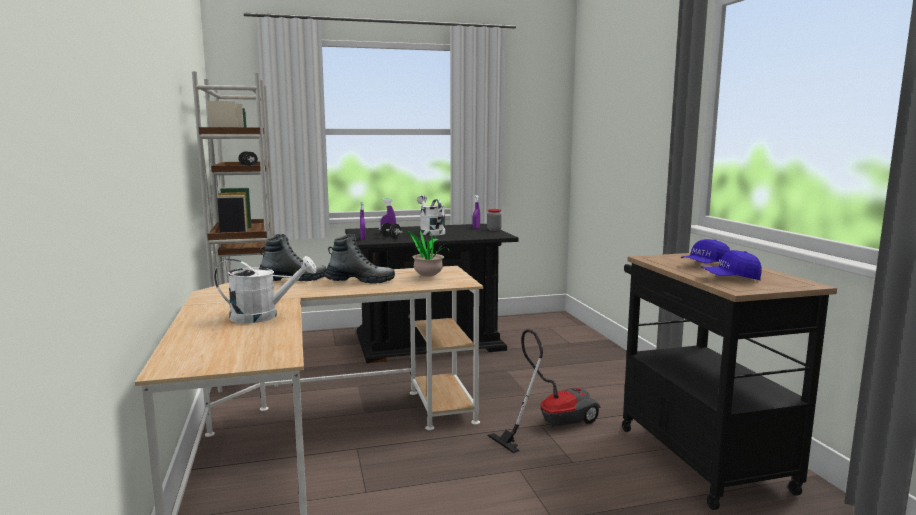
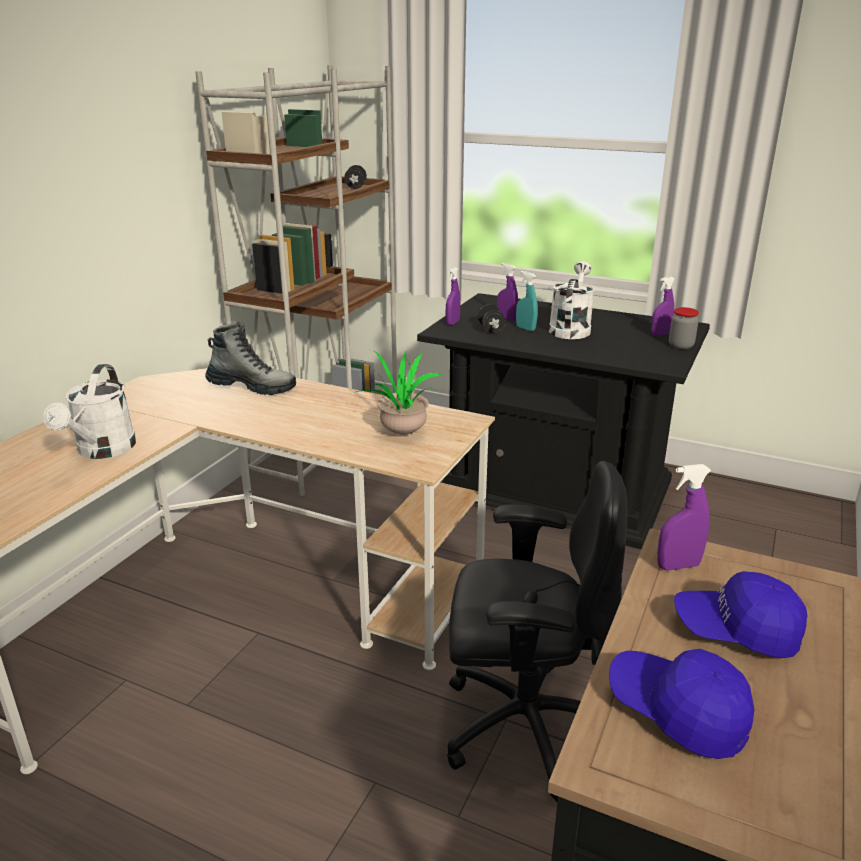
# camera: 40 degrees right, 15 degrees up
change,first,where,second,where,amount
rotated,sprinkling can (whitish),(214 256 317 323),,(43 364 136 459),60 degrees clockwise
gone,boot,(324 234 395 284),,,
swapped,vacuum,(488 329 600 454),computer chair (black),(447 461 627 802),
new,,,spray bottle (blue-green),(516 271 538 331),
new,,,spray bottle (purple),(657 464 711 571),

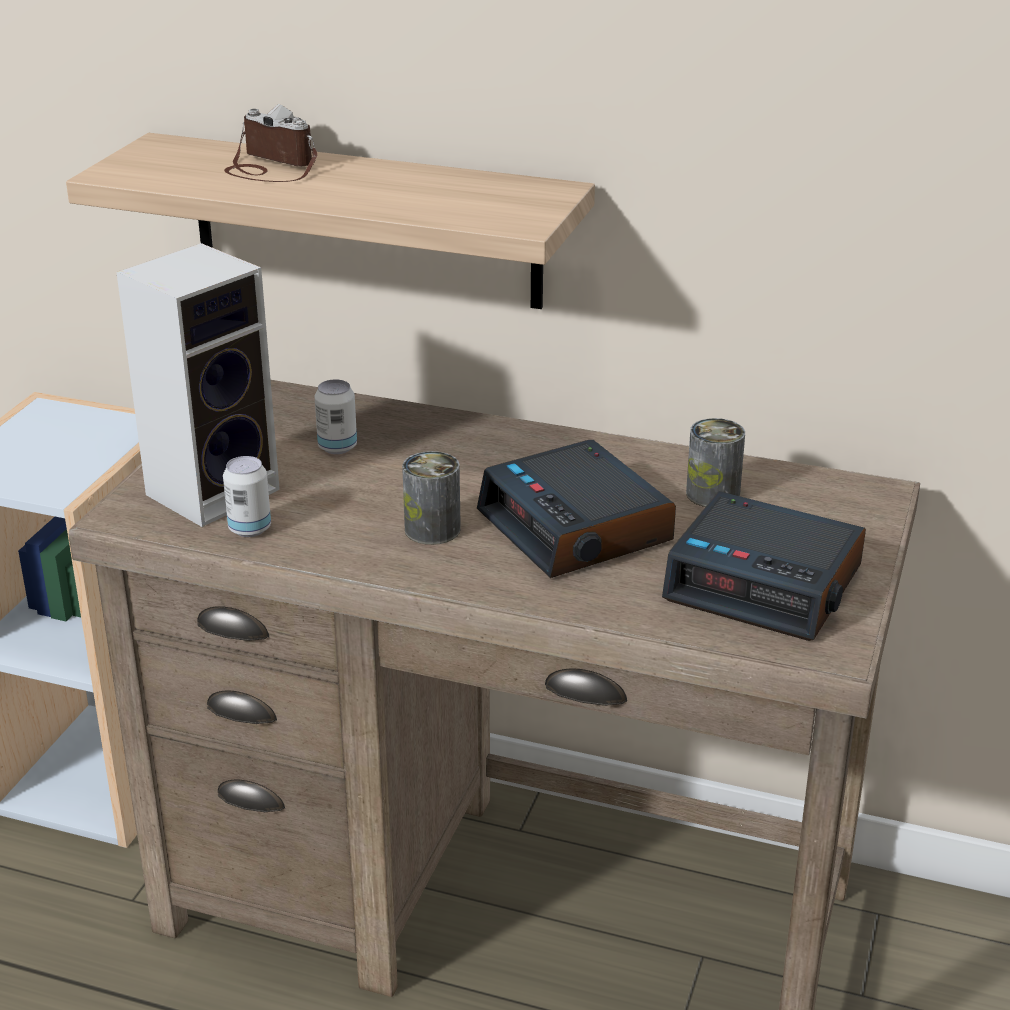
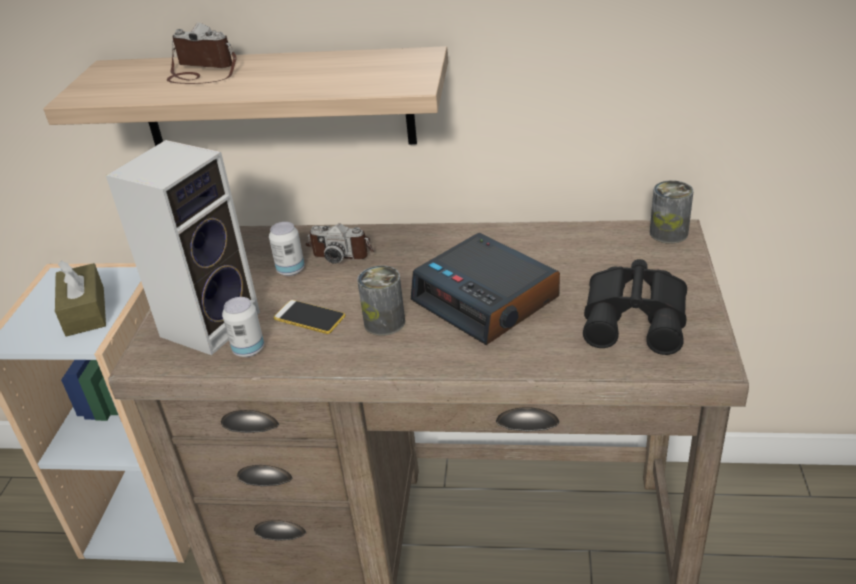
# camera: 10 degrees left, 5 degrees up
change,first,where,second,where,amount
swapped,bedside clock,(662 491 866 641),field glasses (black),(583 259 687 355),
shifted,metal can,(686 418 745 507),,(650 180 694 244),
new,,,box of tissues (brown-coloured),(55 260 106 337),
new,,,handset,(274 300 345 334),
new,,,photo camera,(305 224 374 264),

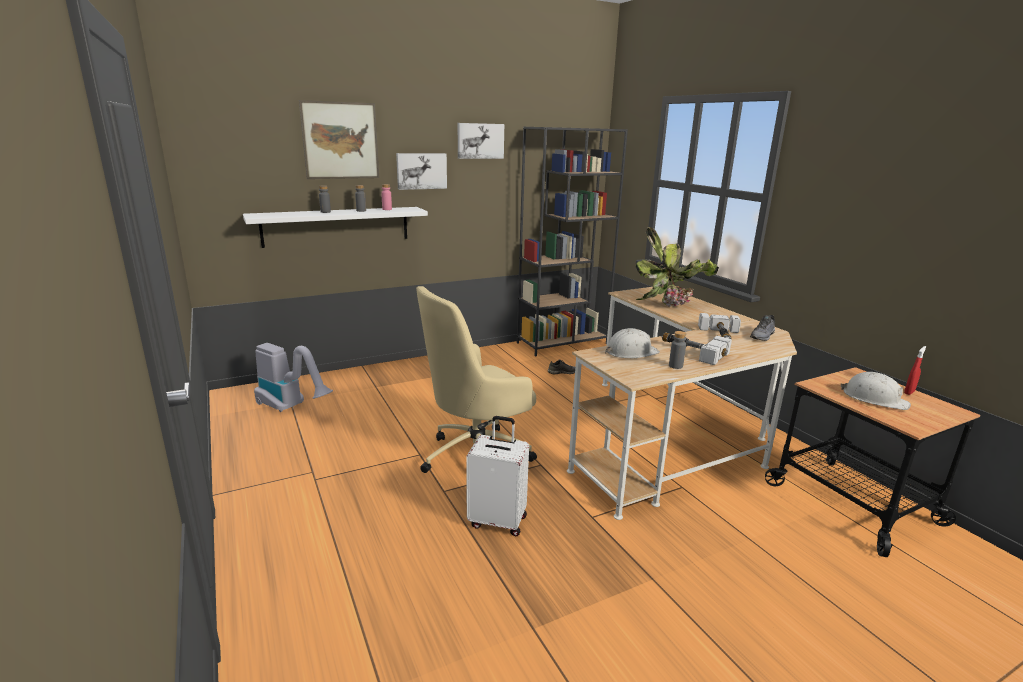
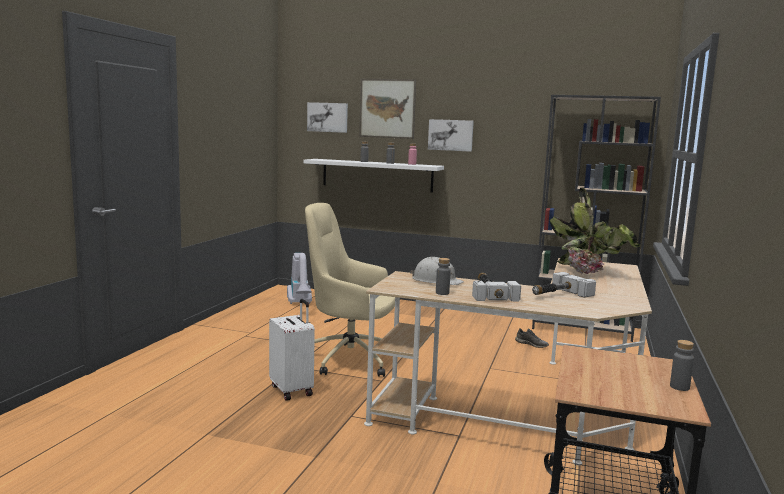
# camera: 45 degrees right, 10 degrees down
change,first,where,second,where,amount
shifted,wall art,(458 123 504 159),,(307 102 348 133),
gone,low shoe (gray),(750 315 775 341),,,
gone,safety helmet (whitish),(841 372 911 410),,,
swapped,spray bottle (red-coloured),(904 346 926 395),drink bottle (gray),(670 340 694 391),

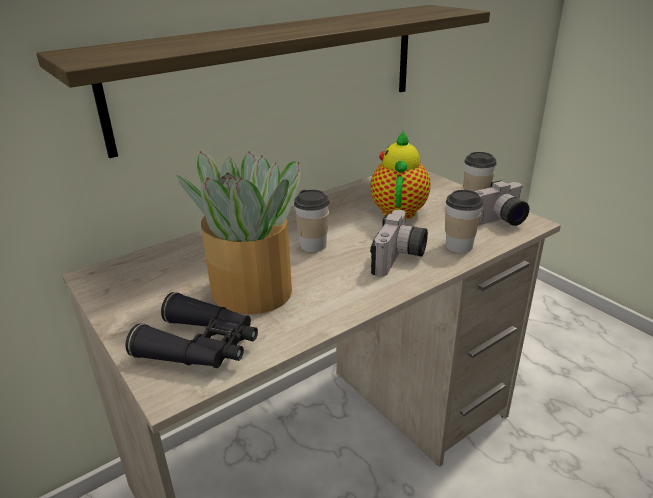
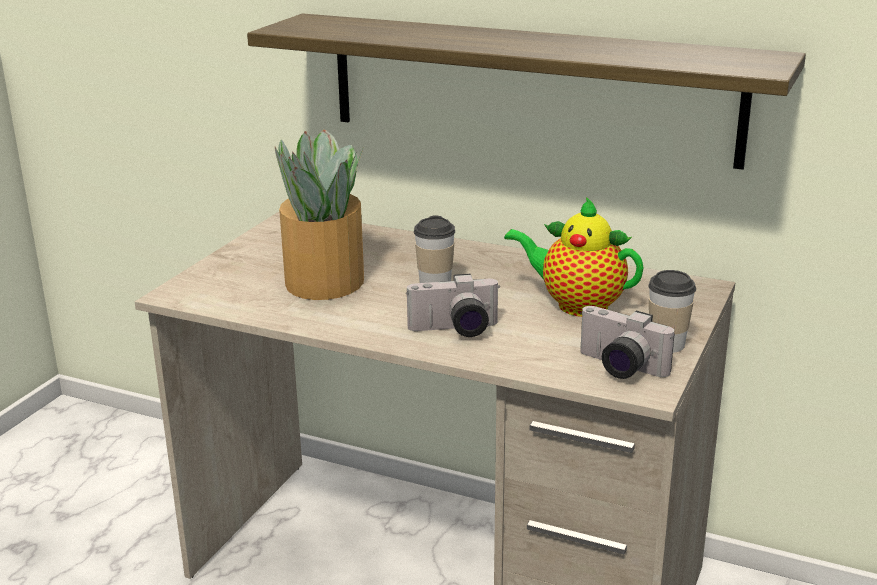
# camera: 60 degrees right, 5 degrees down
change,first,where,second,where,amount
gone,field glasses (black),(125 292 258 368),,,
rotated,tea pot,(370 130 431 219),,(504 197 644 317),135 degrees counterclockwise
gone,cup,(445 190 483 253),,,

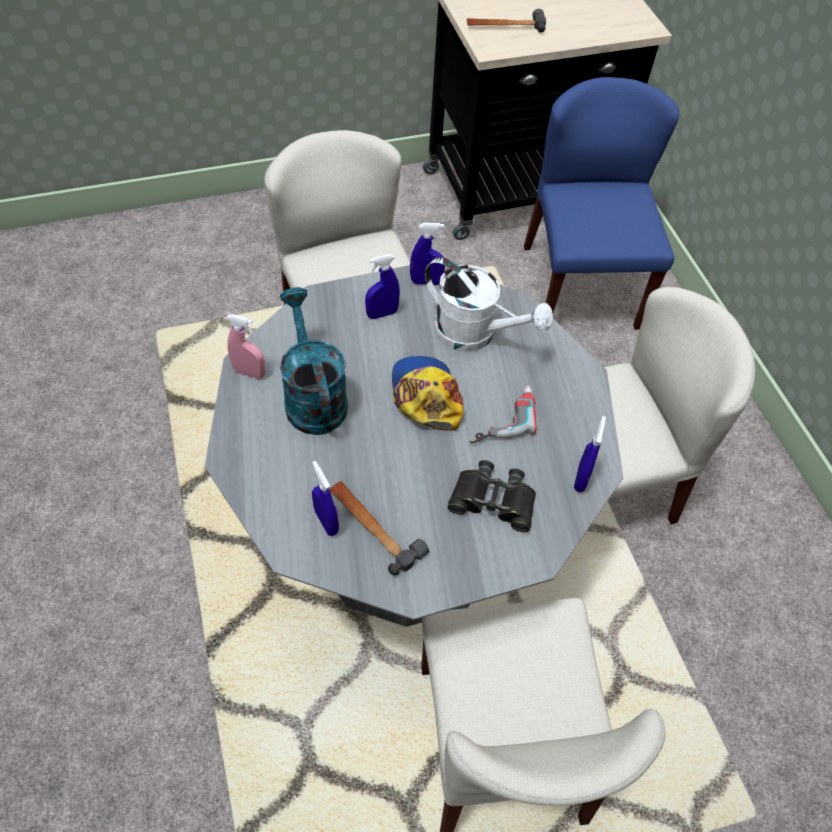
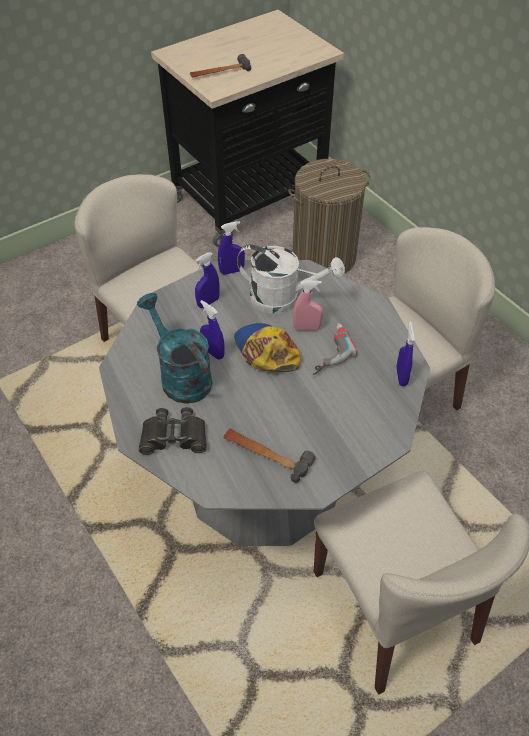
# camera: 15 degrees left, 5 degrees down
change,first,where,second,where,amount
shifted,spray bottle (pink),(227 314 266 379),,(293 280 323 331),
shifted,spray bottle (blue-coloured),(312 461 339 536),,(200 300 225 360),
shifted,field glasses (black),(447 460 536 532),,(139 407 207 455),
swapped,chair (blue-coloured),(524 77 680 329),washing basket,(288 159 371 273),

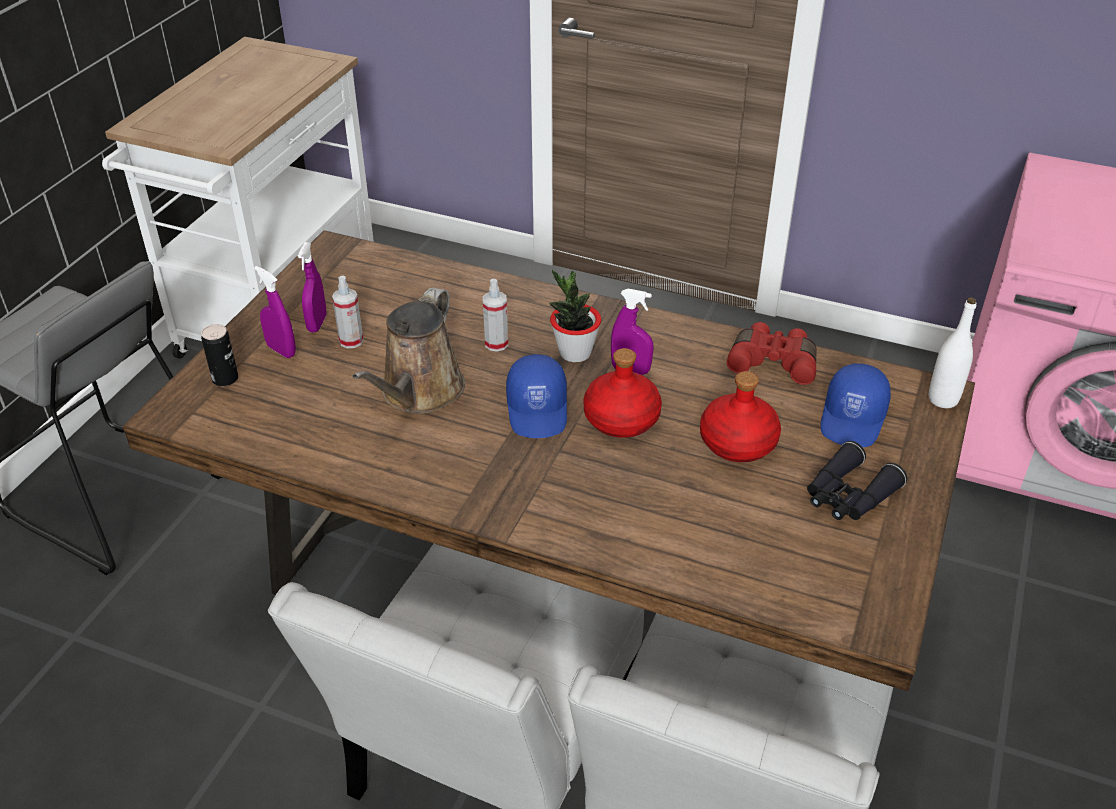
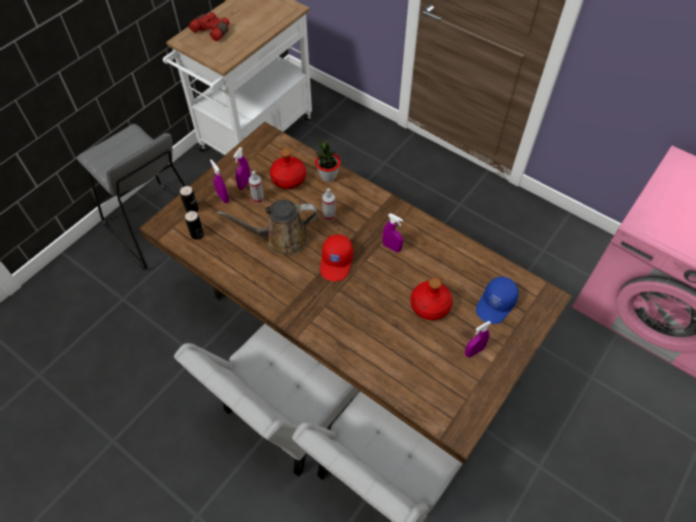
# camera: 15 degrees right, 15 degrees up
change,first,where,second,where,amount
rotated,sprinkling can (brown-coloured),(352 287 465 414),,(217 200 317 255),45 degrees clockwise
repainted,baseball cap (blue-coloured),(506 354 567 438),baseball cap (red-coloured),(320 234 353 281),
shifted,houseplant,(549 269 601 363),,(315 138 341 182),
shifted,drink bottle (red-coloured),(583 348 662 438),,(270 149 306 189),
shifted,field glasses (red-coloured),(727 322 816 385),,(188 12 229 42),
swapped,field glasses (black),(807 441 907 520),spray bottle (purple),(465 321 491 358),
gone,drink bottle (whitish),(929 297 976 408),,,
new,,,metal can,(185 211 204 240),

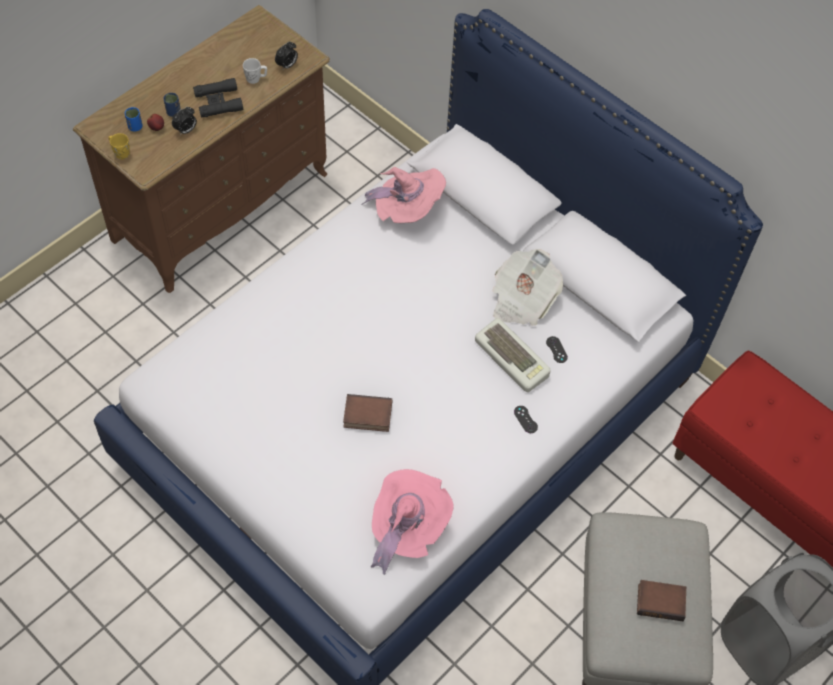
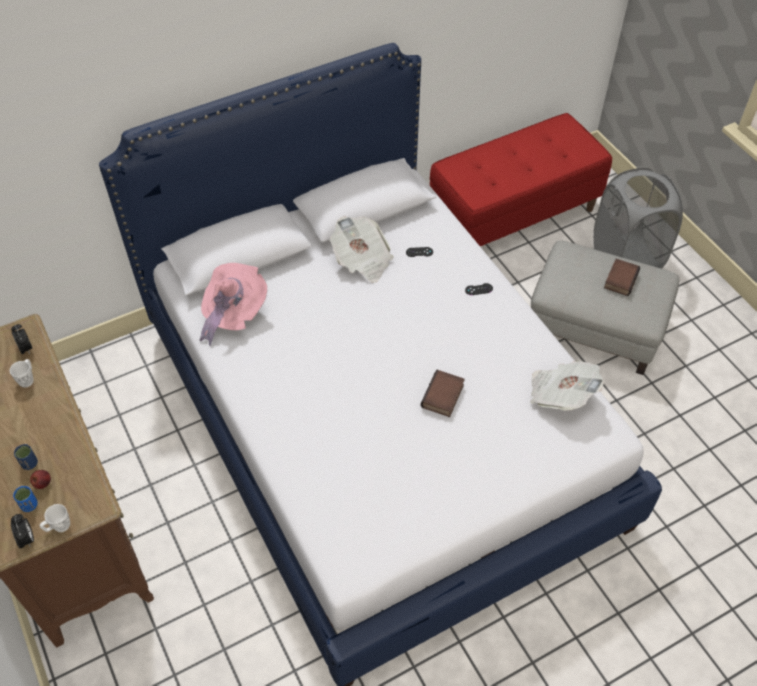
# camera: 70 degrees left, 5 degrees down
change,first,where,second,where,amount
repainted,tea mug (yellow),(108 133 130 160),tea mug (whitish),(40 504 70 532),
shifted,bedside clock,(172 107 197 135),,(11 514 34 548),
gone,field glasses (black),(193 78 243 118),,,
swapped,hat (pink),(370 469 453 575),newspaper,(531 360 604 411),
gone,keyboard,(475 318 551 392),,,

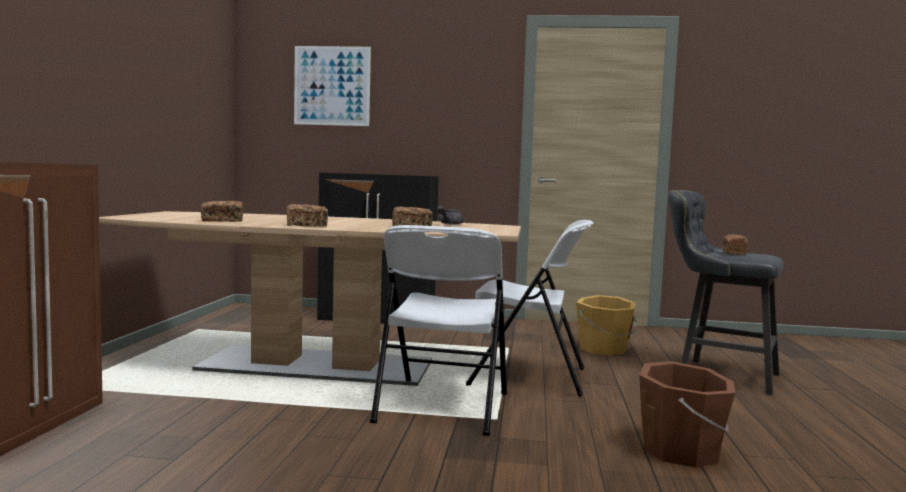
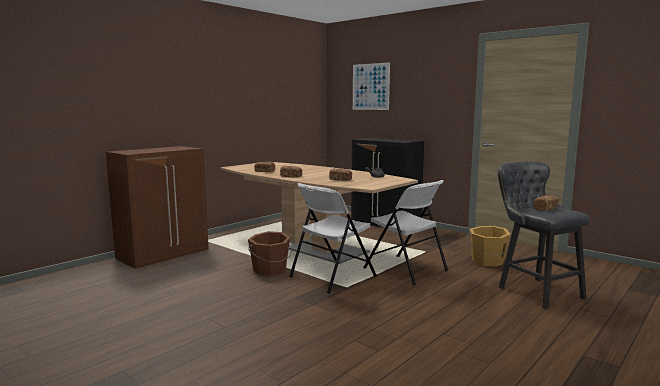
# camera: 35 degrees right, 5 degrees up
change,first,where,second,where,amount
shifted,bucket (brown-coloured),(639 361 735 467),,(248 231 292 276),

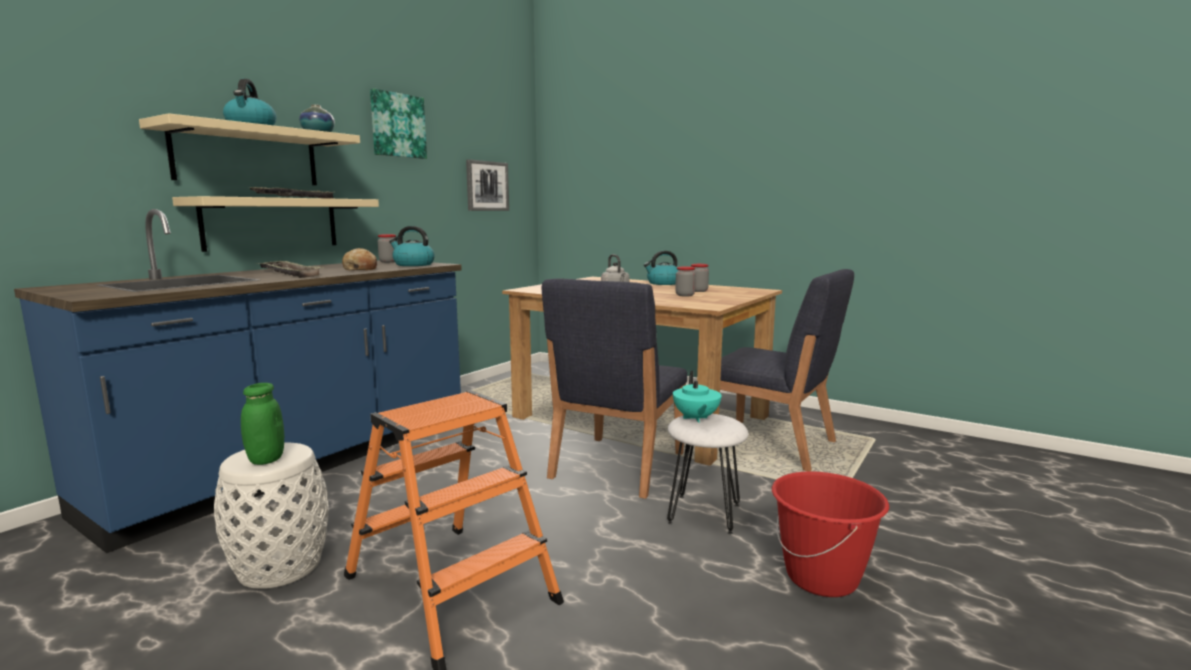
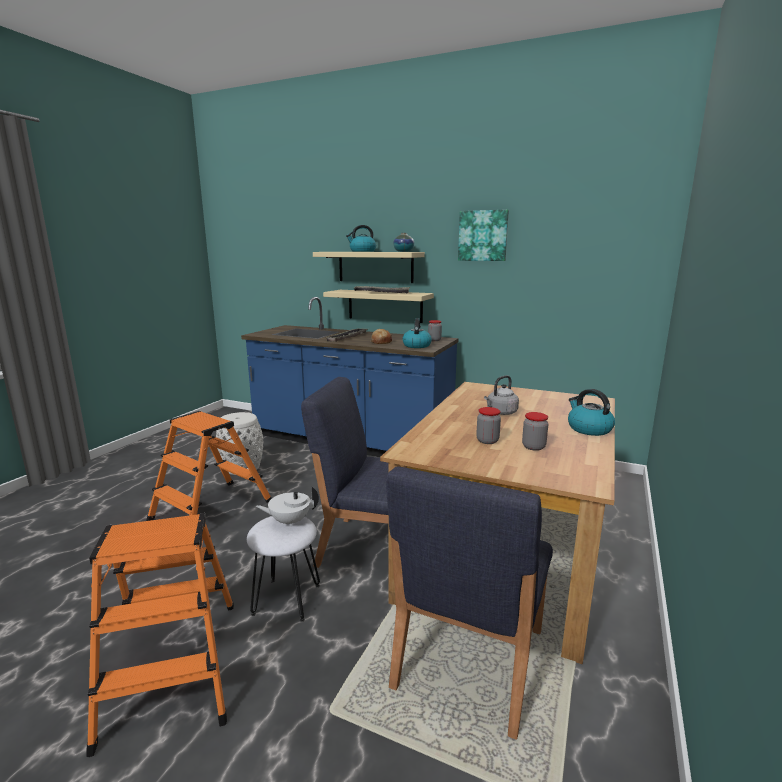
# camera: 80 degrees right, 5 degrees up
change,first,where,second,where,amount
gone,preserve jar (green),(241 383 284 465),,,
gone,wall art,(466 159 509 211),,,
repainted,tea pot (blue-green),(673 371 722 423),tea pot (whitish),(256 486 319 527),
swapped,bucket (red-coloured),(772 471 889 597),stepladder (orange-coloured),(86 513 234 757),

